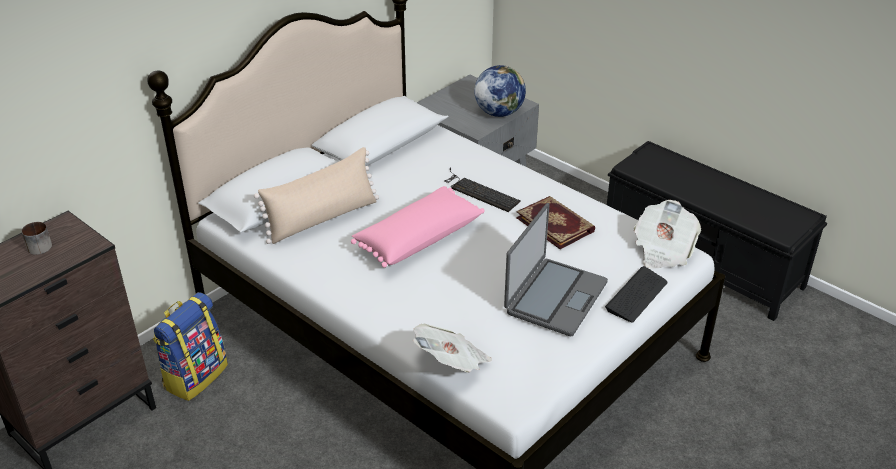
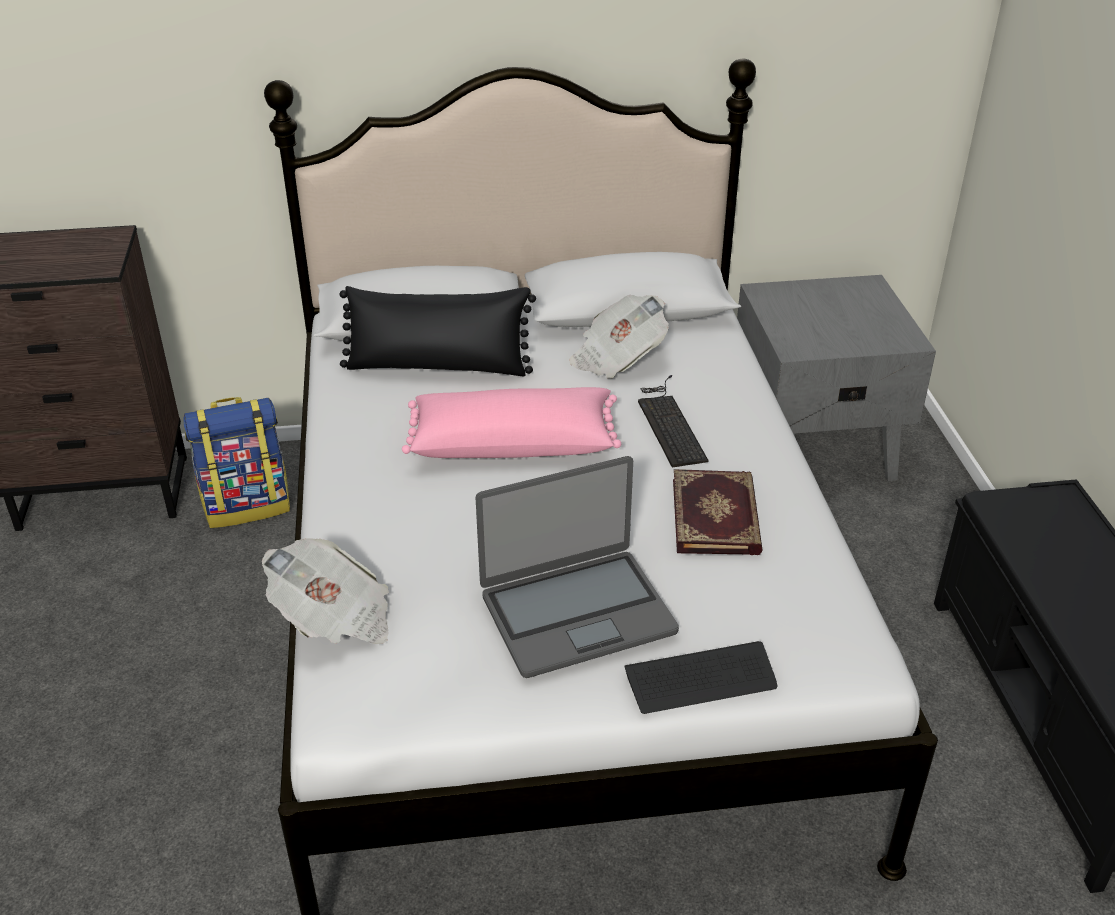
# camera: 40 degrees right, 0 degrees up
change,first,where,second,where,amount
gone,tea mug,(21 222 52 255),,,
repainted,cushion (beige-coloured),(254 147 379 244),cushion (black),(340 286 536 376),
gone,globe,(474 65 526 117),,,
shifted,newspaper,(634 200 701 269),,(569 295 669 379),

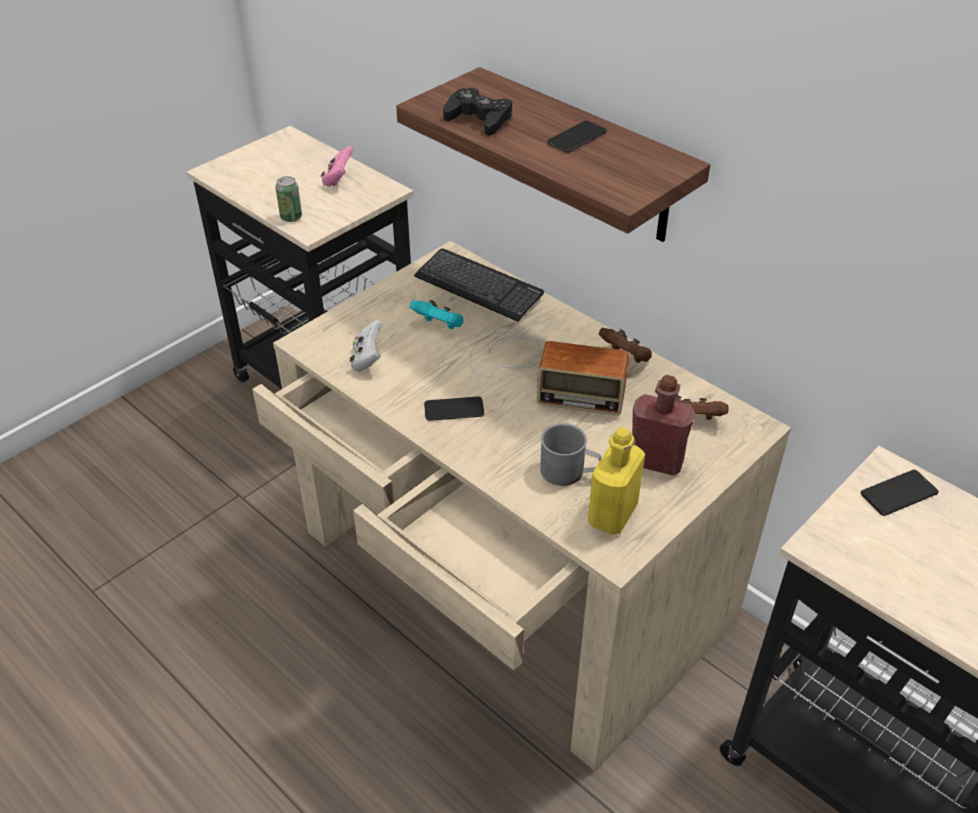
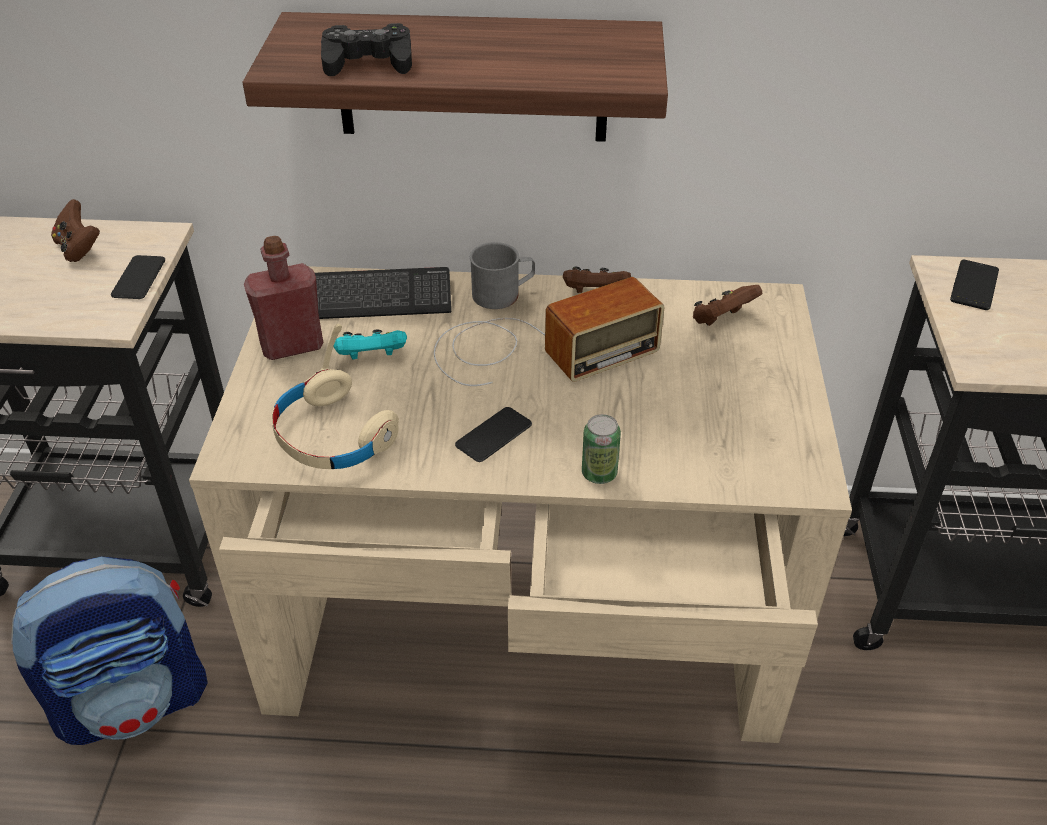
# camera: 40 degrees left, 0 degrees up
change,first,where,second,where,amount
shifted,metal can,(275 176 302 222),,(582 414 621 484),
repainted,joypad (pink),(321 146 353 187),joypad (brown-coloured),(51 199 100 262),
swapped,joypad (whitish),(350 320 383 371),headphones (beige-coloured),(272 324 399 469),
shifted,tea mug (gray),(540 423 602 486),,(470 242 535 309),
shifted,handset,(547 121 607 153),,(111 255 165 299),
gone,drink bottle (yellow),(588 427 645 534),,,
shifted,drink bottle (red-coloured),(632 375 695 476),,(244 236 323 360),
new,,,rucksack,(11 556 208 745),

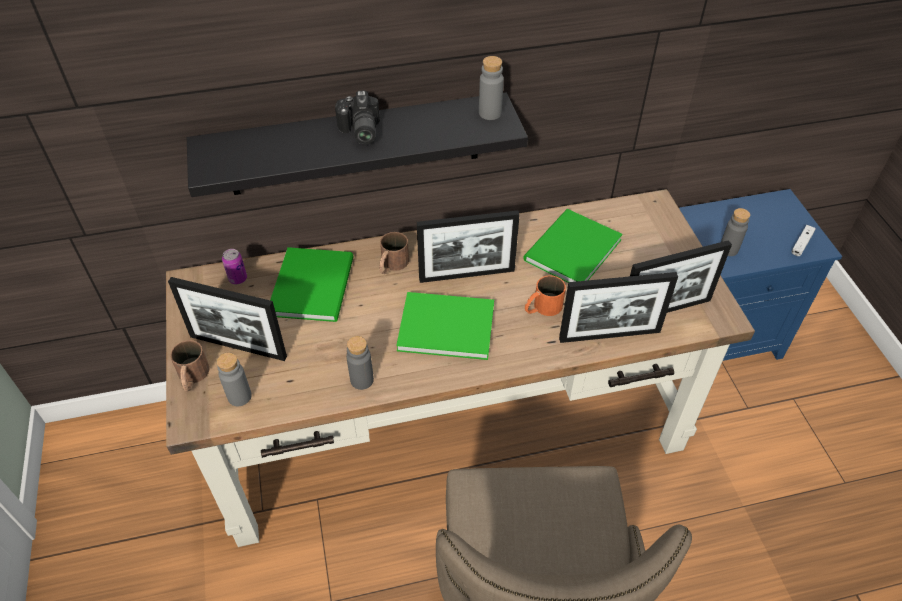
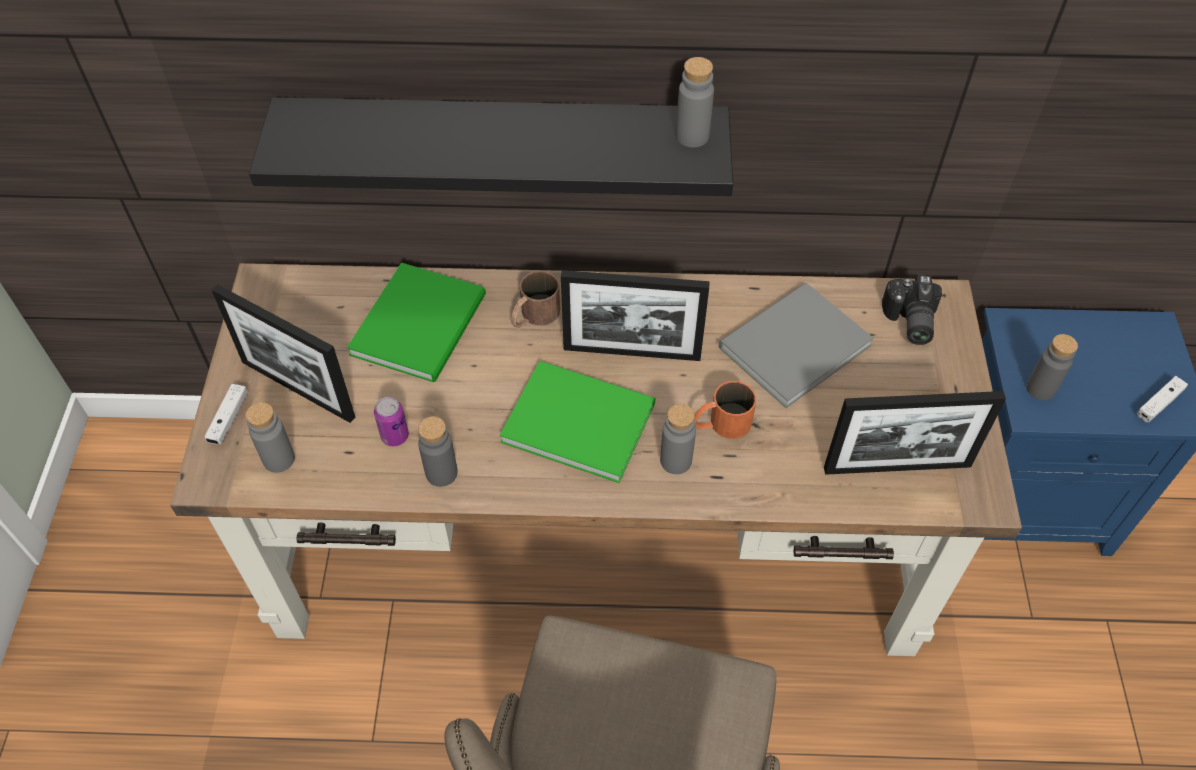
# camera: 15 degrees right, 5 degrees up
change,first,where,second,where,amount
swapped,tea mug (brown-coloured),(170 340 210 391),joypad (whitish),(204 384 248 444),
shifted,metal can,(222 249 247 284),,(374 397 409 446),
shifted,photo camera,(335 90 380 145),,(882 274 942 345),
repainted,book (green),(523 209 623 283),book (gray),(719 283 874 408),
gone,standing frame,(559 272 678 343),,,
new,,,drink bottle (gray),(660 404 696 474),

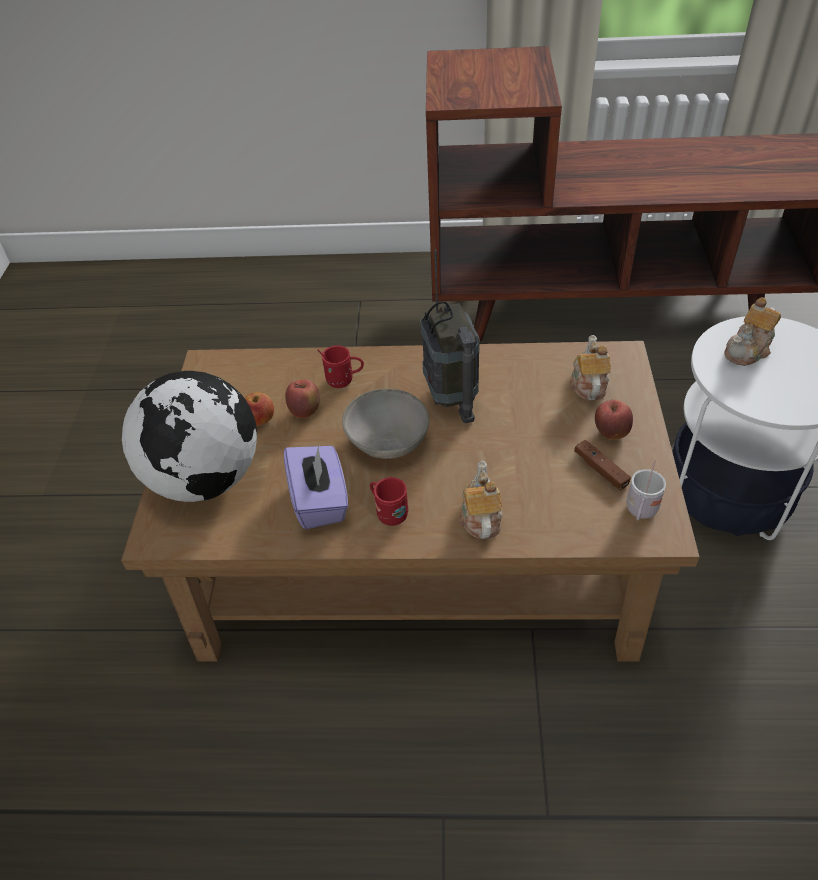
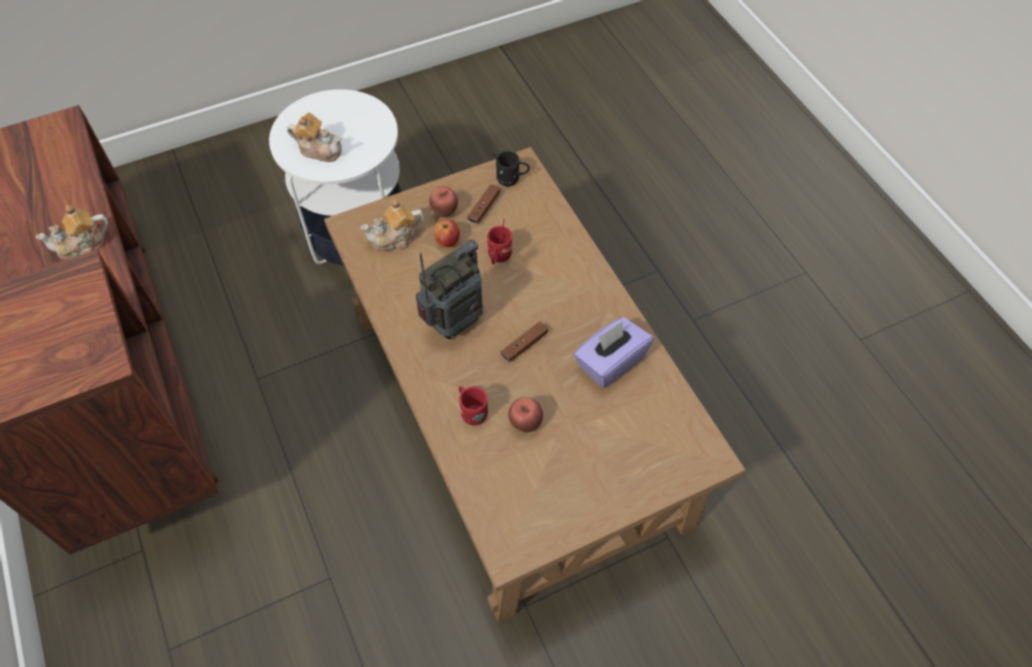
# camera: 120 degrees left, 10 degrees up
change,first,where,second,where,amount
gone,globe,(122 371 257 502),,,
shifted,apple,(245 392 274 426),,(433 219 460 247),
swapped,bowl (gray),(342 389 429 459),joypad (brown-coloured),(501 321 548 362),
shifted,tea mug (red-coloured),(370 477 408 526),,(487 219 512 264),
shifted,tea pot,(459 460 502 539),,(36 205 108 260),
repainted,tea mug (whitish),(627 460 666 521),tea mug (black),(493 151 530 186),

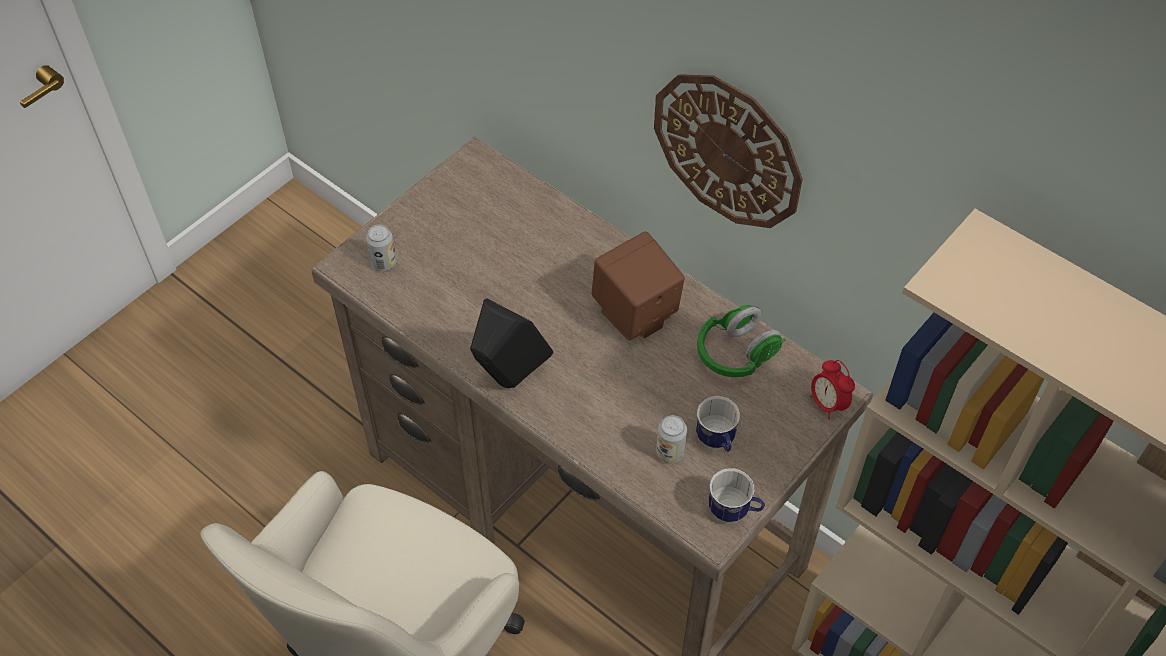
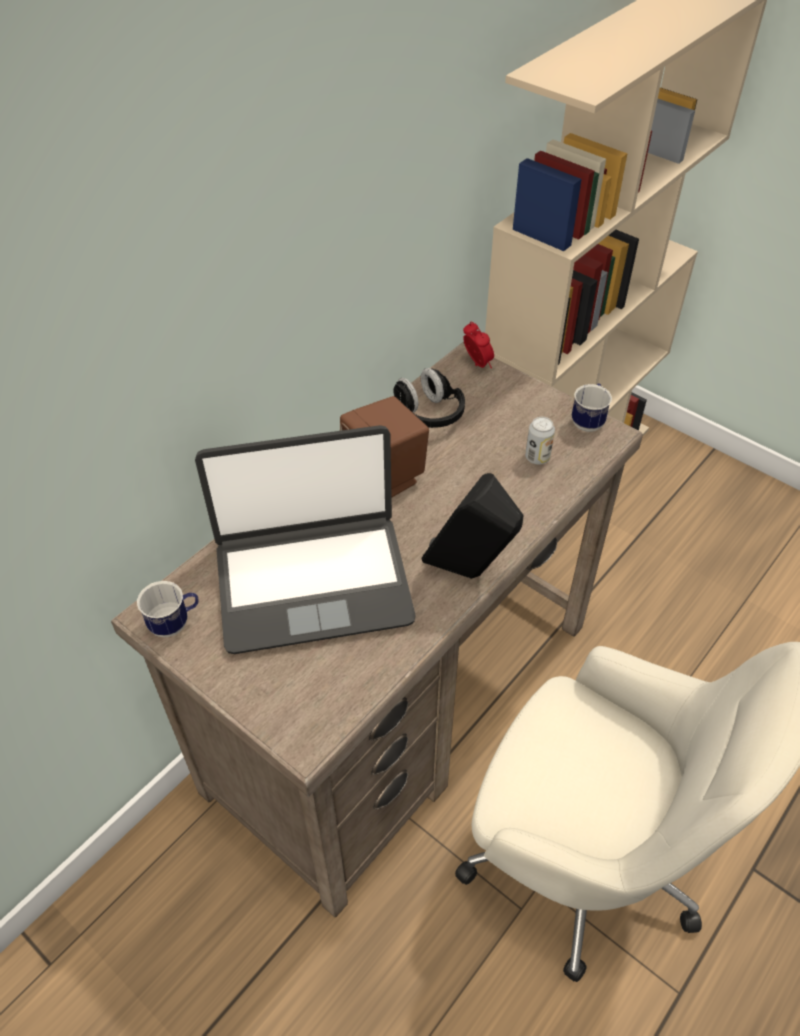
# camera: 90 degrees left, 5 degrees down
change,first,where,second,where,amount
gone,metal can,(366 225 397 271),,,
gone,hanging clock,(654 74 803 228),,,
shifted,tea mug,(696 396 740 452),,(137 581 199 637),
repainted,headphones (green),(697 305 786 377),headphones (black),(393 368 465 428),
rotated,bedside clock,(810 360 855 419),,(463 322 494 369),90 degrees counterclockwise
new,,,portable computer,(195 425 416 654),

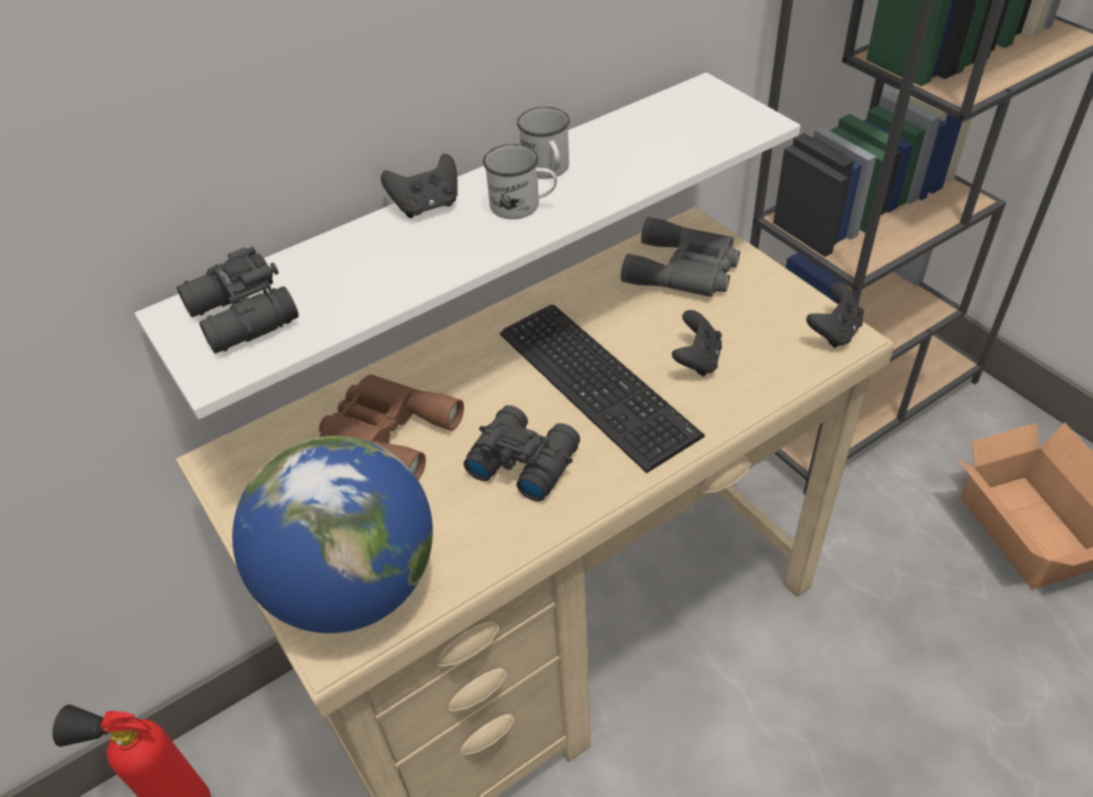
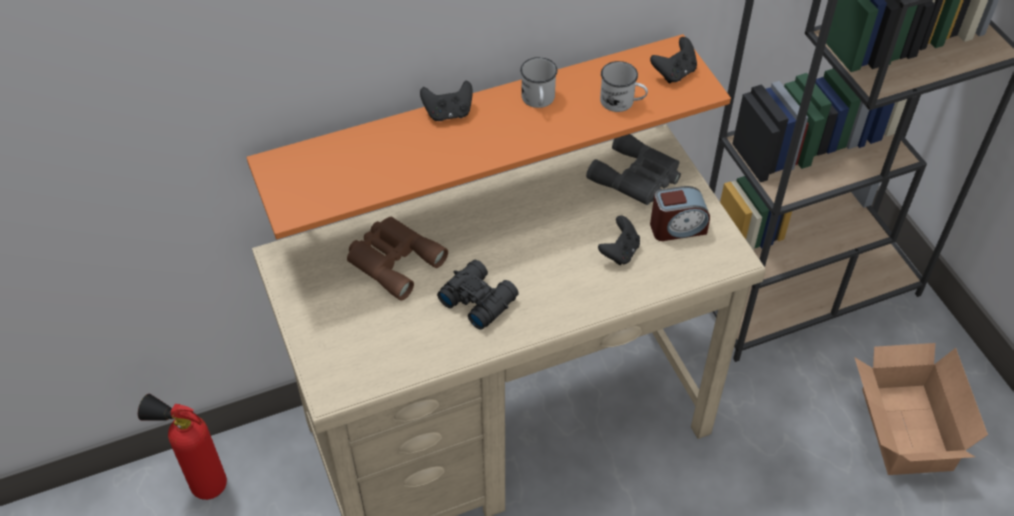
# camera: 10 degrees right, 5 degrees up
change,first,where,second,where,amount
repainted,shelf (whitish),(135 72 800 419),shelf (orange-coloured),(247 34 731 239),
gone,field glasses (black),(177 247 299 354),,,
gone,globe,(232 436 433 633),,,
shifted,tea mug (whitish),(483 144 557 219),,(600 61 648 112),
gone,keyboard,(500 305 705 473),,,
shifted,joypad (black),(806 282 864 348),,(650 37 697 84),
new,,,bedside clock,(650 186 710 241),

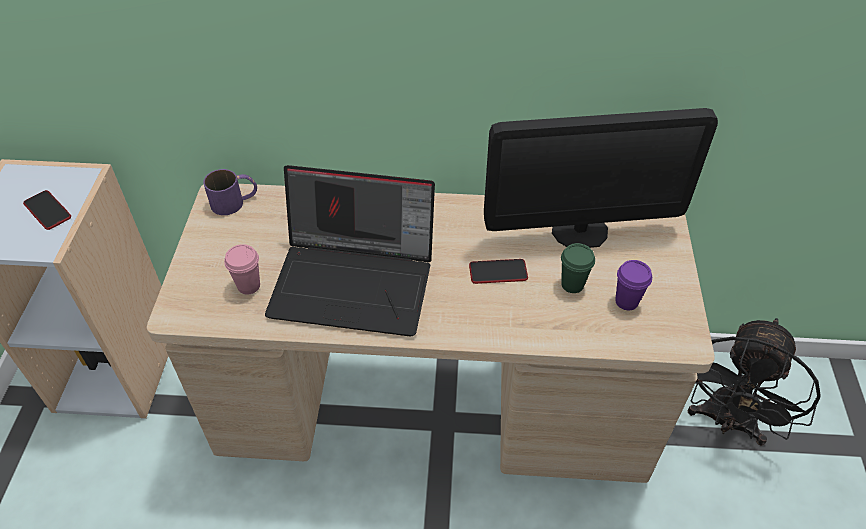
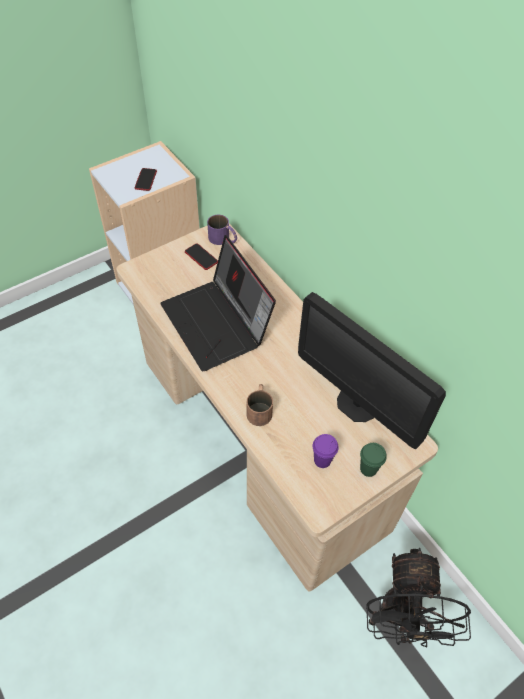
# camera: 50 degrees right, 5 degrees up
change,first,where,second,where,amount
gone,cup (pink),(224 244 260 294),,,
shifted,handset,(469 259 528 284),,(185 243 218 270),
shifted,cup (green),(561 243 595 293),,(360 443 387 477),
rotated,fan (black),(688 318 821 446),,(366 548 471 647),75 degrees counterclockwise
new,,,tea mug (brown-coloured),(247 384 273 426),

